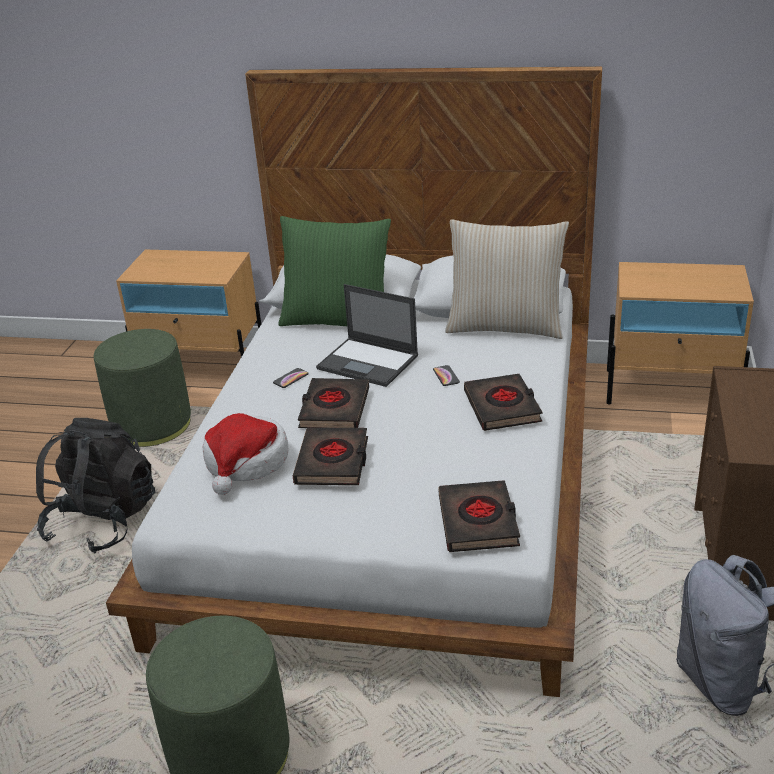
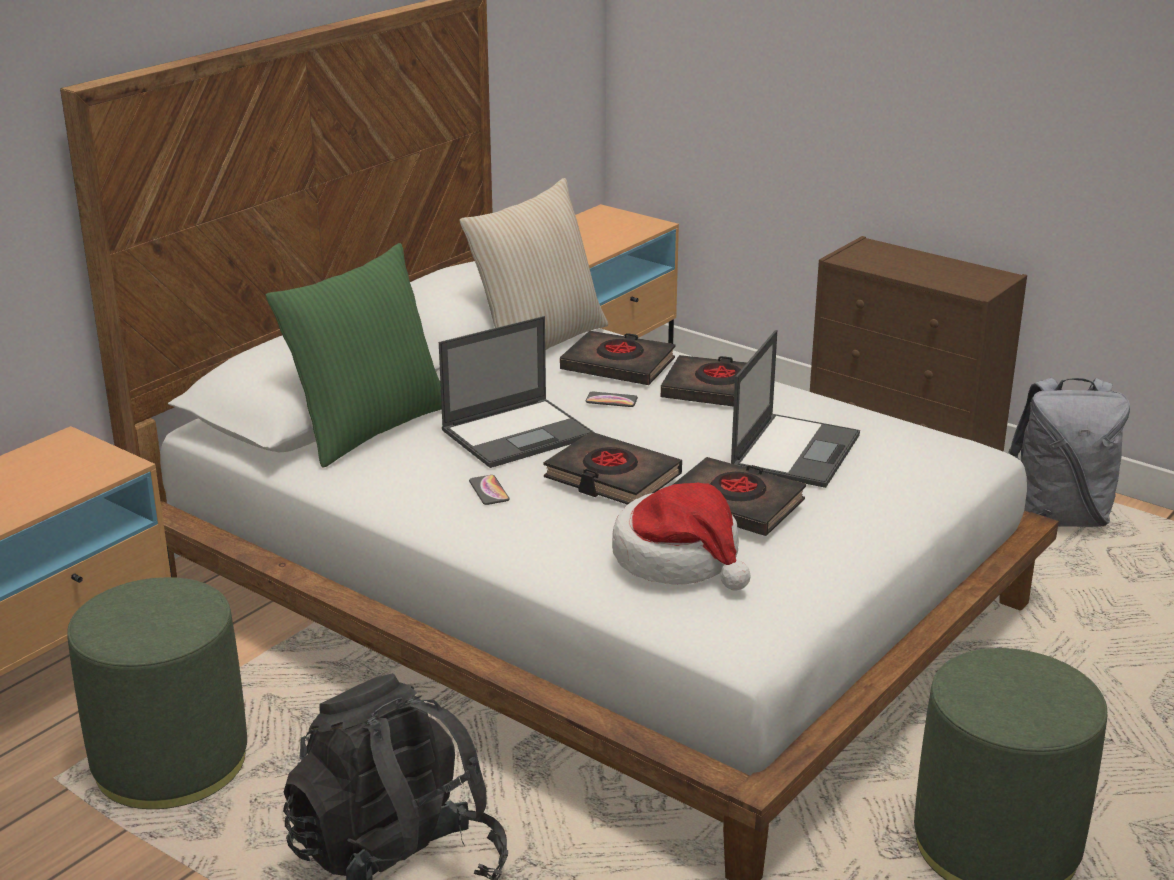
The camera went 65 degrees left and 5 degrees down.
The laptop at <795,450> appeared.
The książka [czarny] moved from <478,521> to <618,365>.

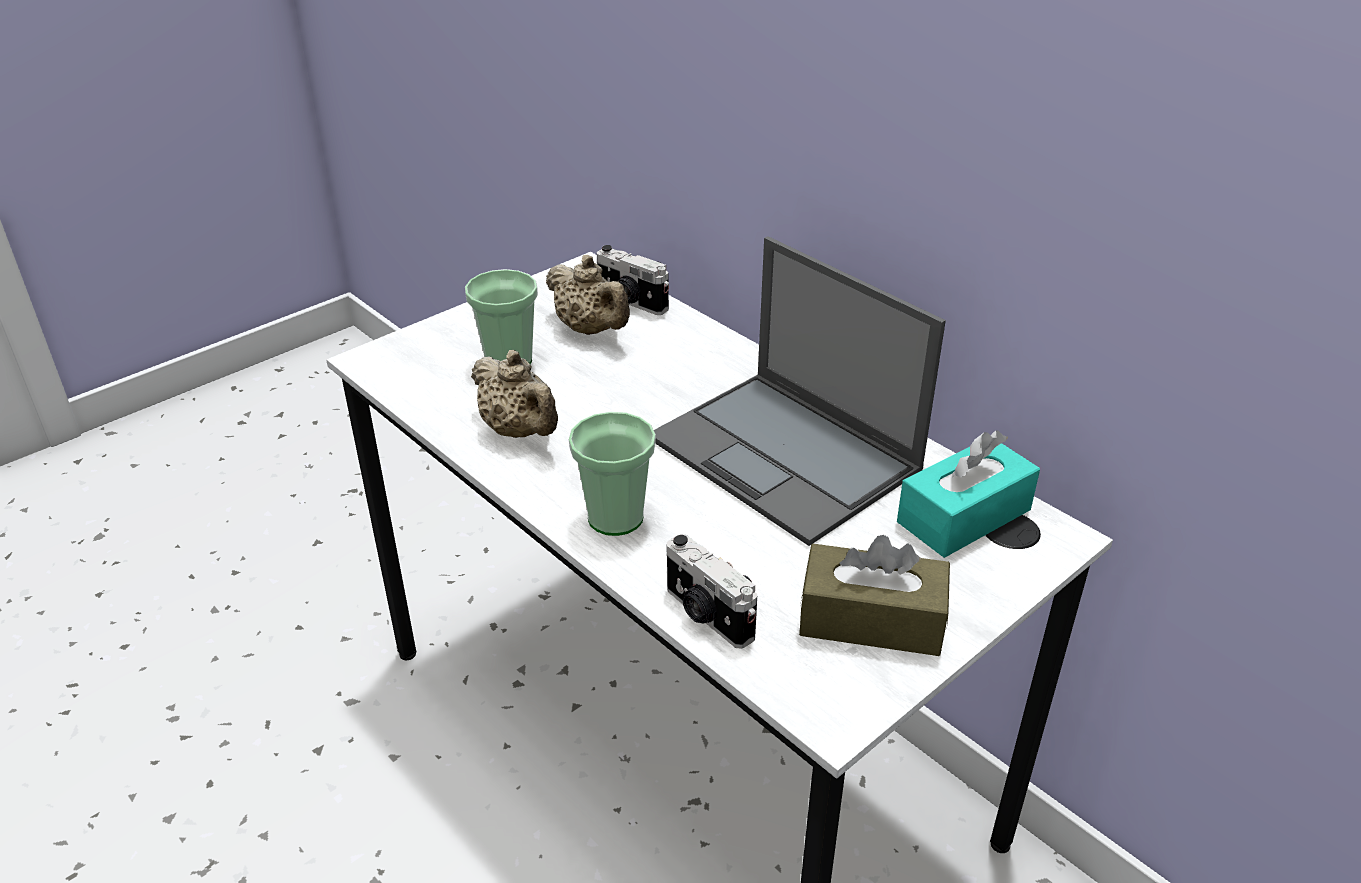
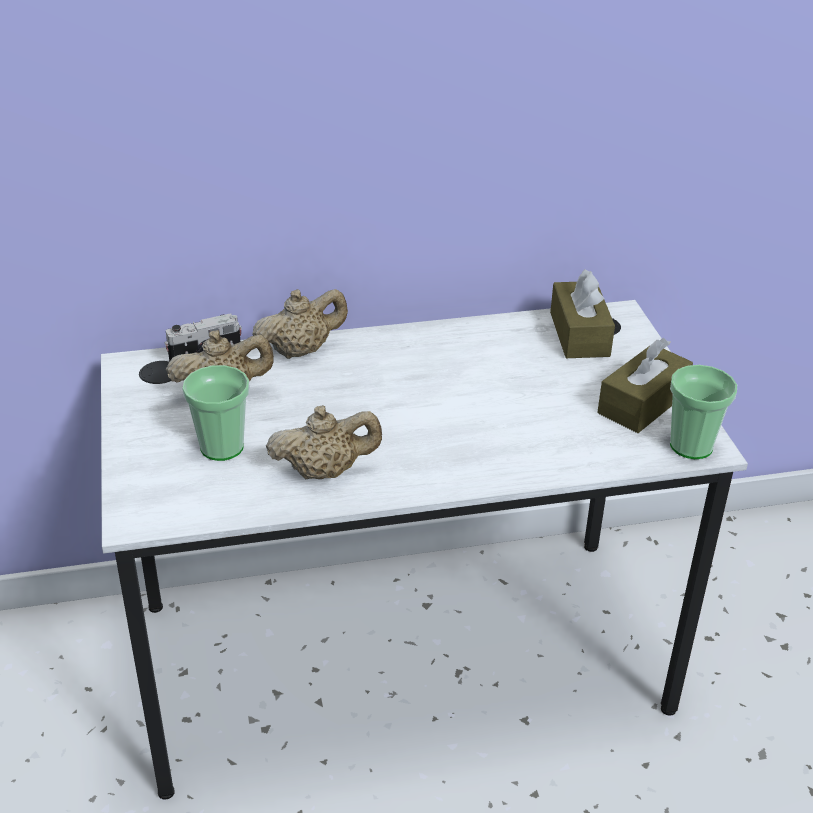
The camera went 60 degrees left and 0 degrees up.
The laptop at <786,455> disappeared.
The aparat fotograficzny at <707,615> disappeared.
The imbryk [beżowy] at <301,351> appeared.
The filiżanka moved from <615,517> to <691,446>.
The pudełko chusteczek [turkusowy] at <963,516> became the pudełko chusteczek [brązowy] at <579,334>.

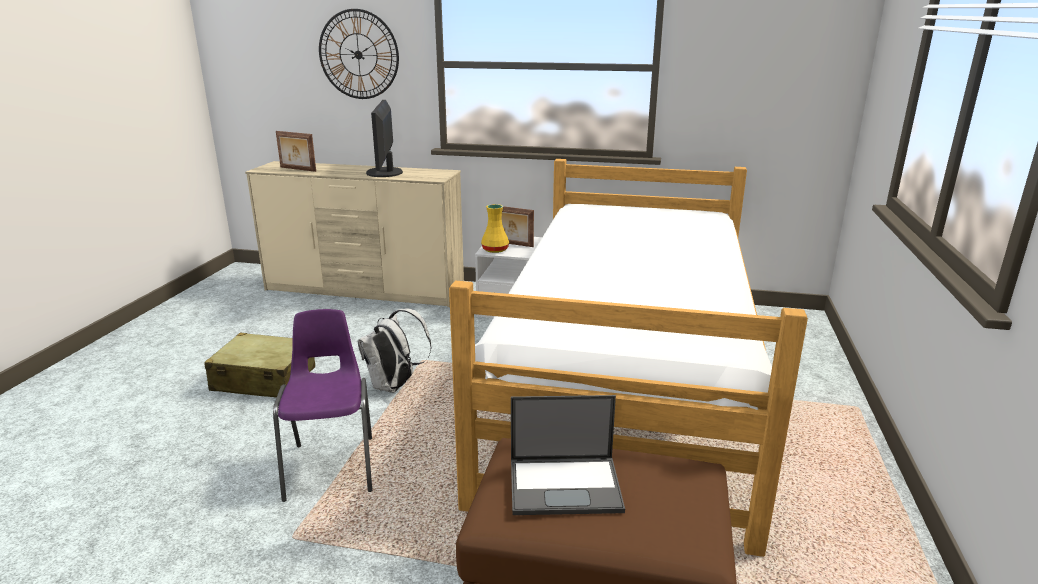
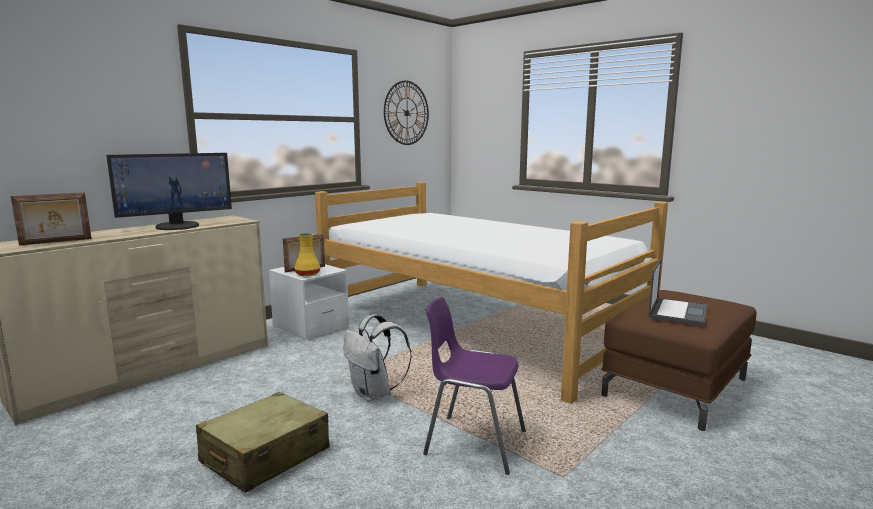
The camera went 60 degrees left and 10 degrees down.
The zegar ścienny moved from <358,54> to <406,113>.
The monitor at <385,173> turned 60 degrees counterclockwise.

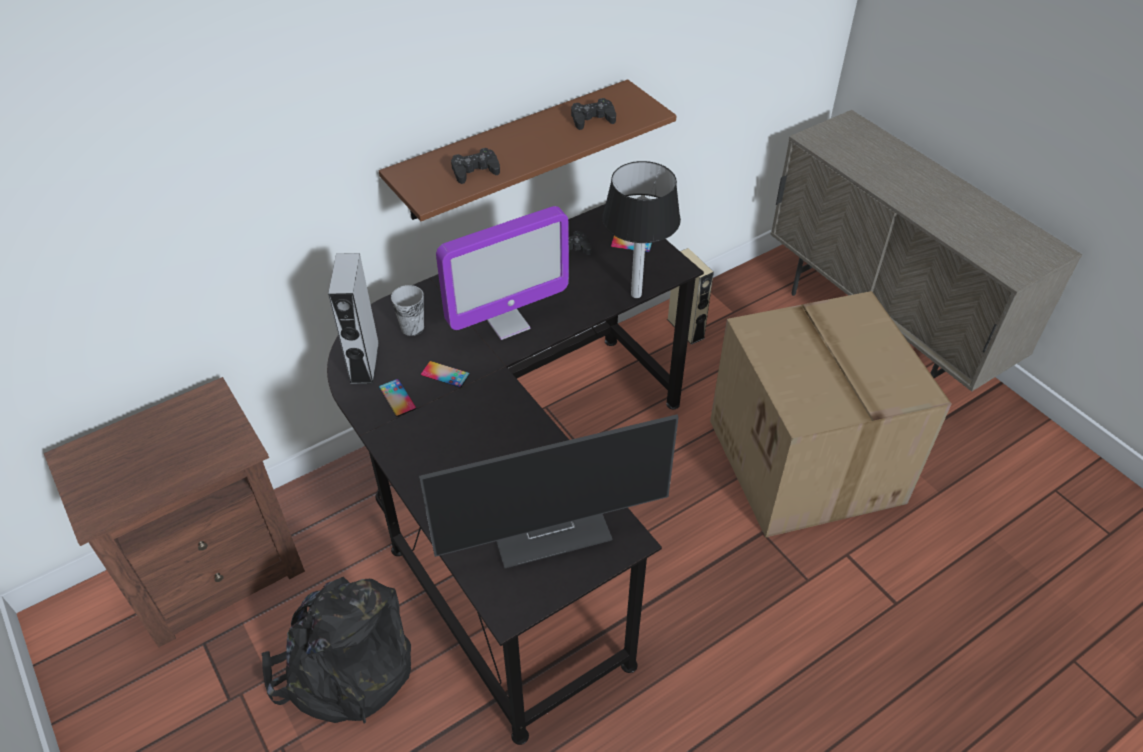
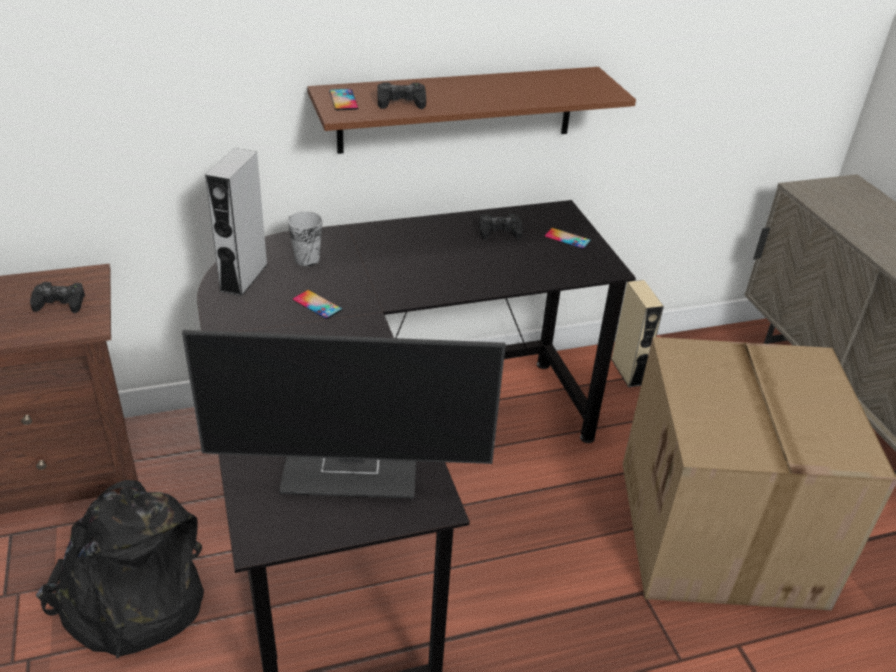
The camera went 15 degrees right and 10 degrees down.
The monitor at <507,323> disappeared.
The lampa stołowa at <637,294> disappeared.
The telefon moved from <397,398> to <343,100>.
The pad do gier [czarny] moved from <592,119> to <60,303>.

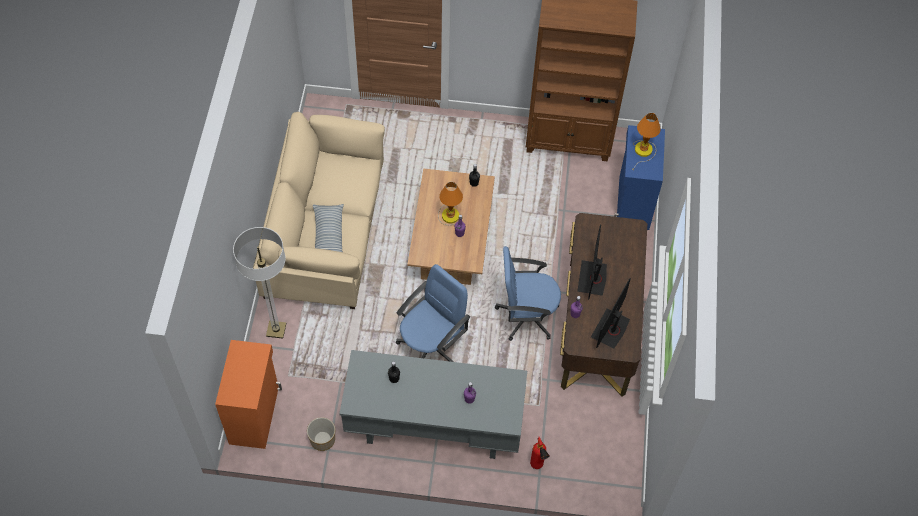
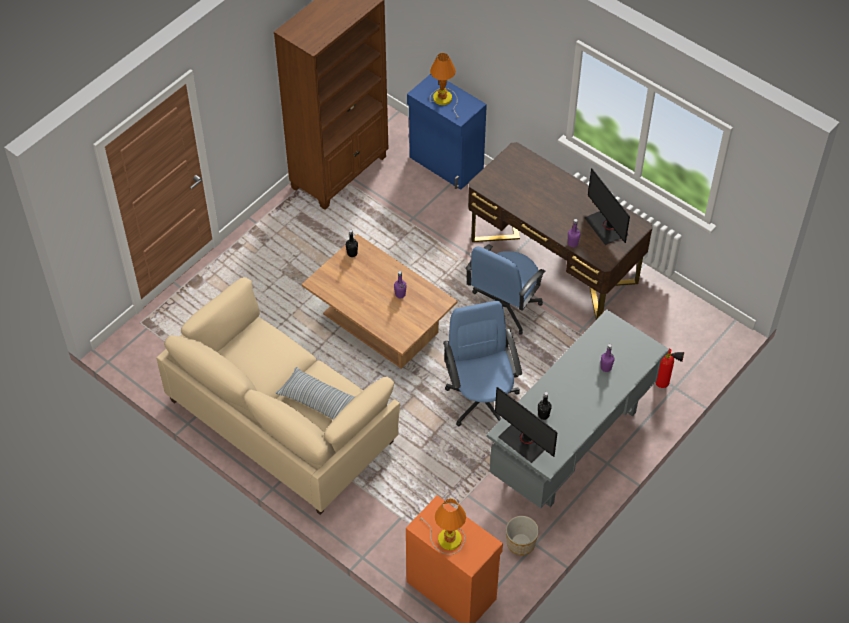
The camera went 55 degrees left and 5 degrees down.
The lampa stojąca at <276,330> disappeared.
The lampa stołowa moved from <449,214> to <446,539>.
The monitor moved from <592,278> to <525,440>.

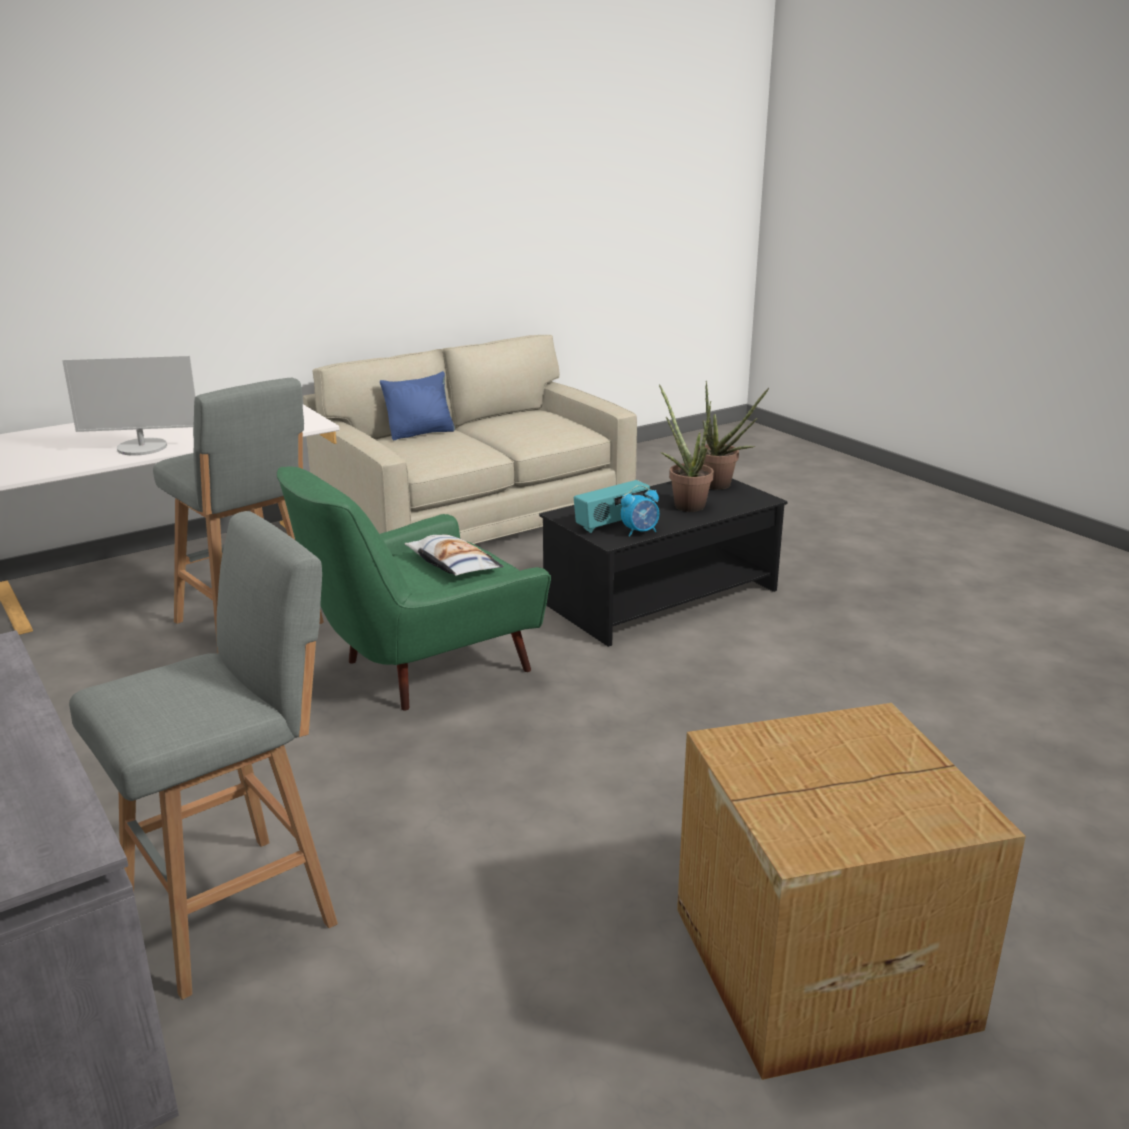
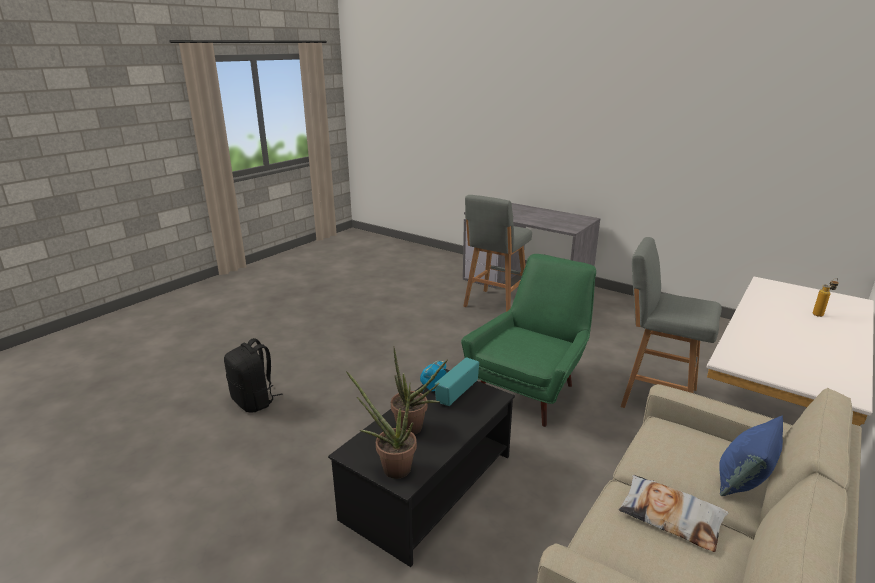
The camera went 160 degrees right and 0 degrees up.
The monitor at <142,448> disappeared.
The karton at <815,964> disappeared.
The plecak [czarny] at <254,401> appeared.
The butelka at <820,314> appeared.
The poduszka moved from <452,564> to <671,516>.

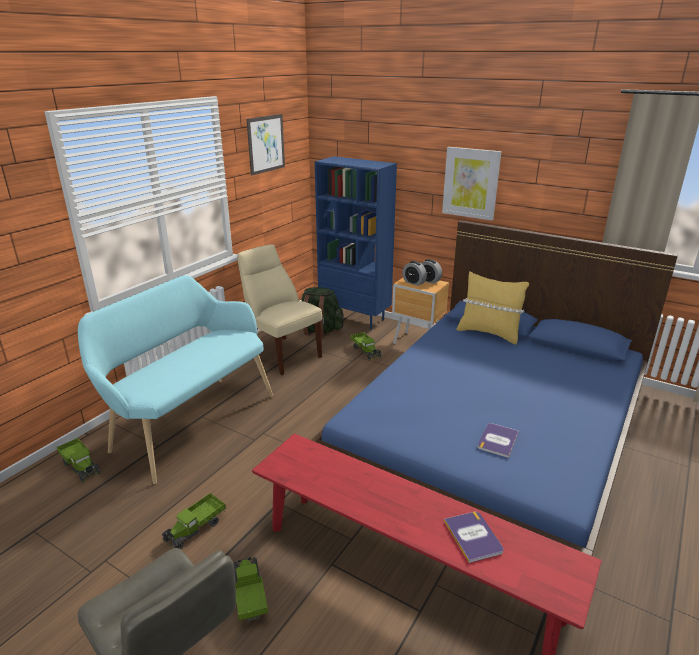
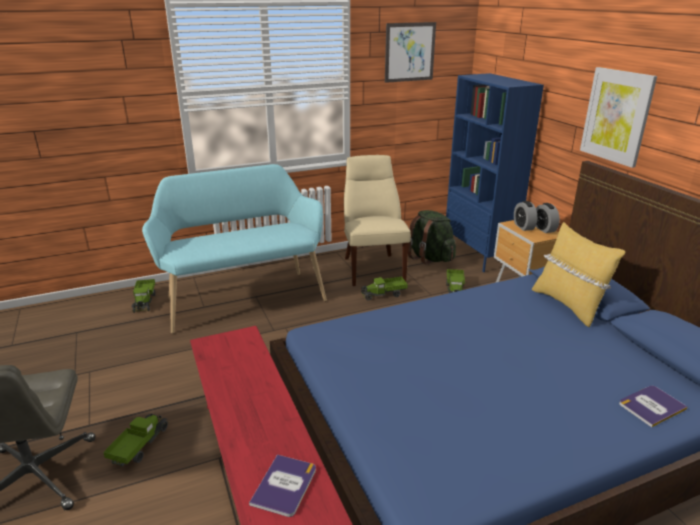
The camera went 35 degrees right and 0 degrees up.
The ciężarówka zabawkowa moved from <196,528> to <384,294>.
The książka moved from <497,440> to <651,406>.

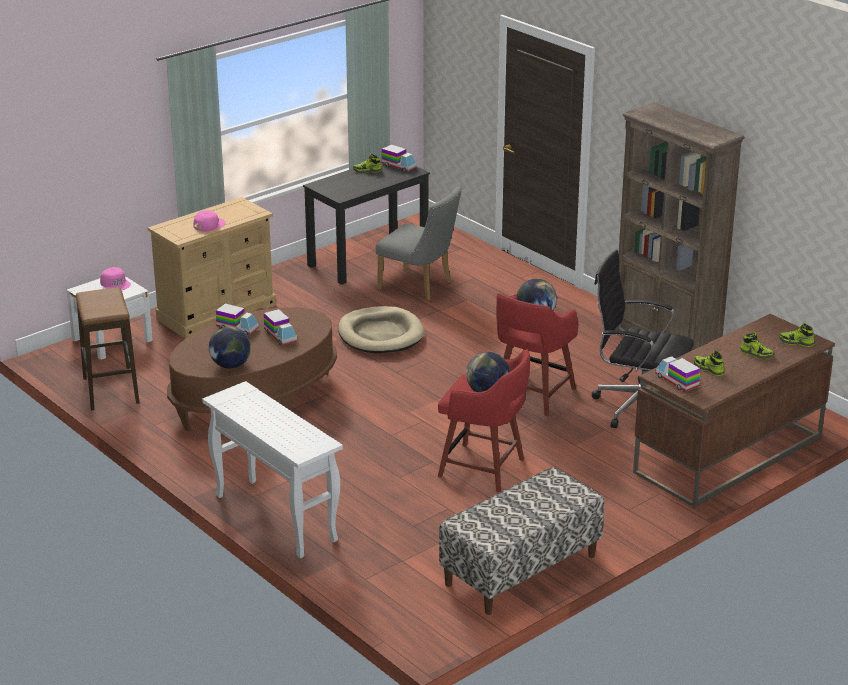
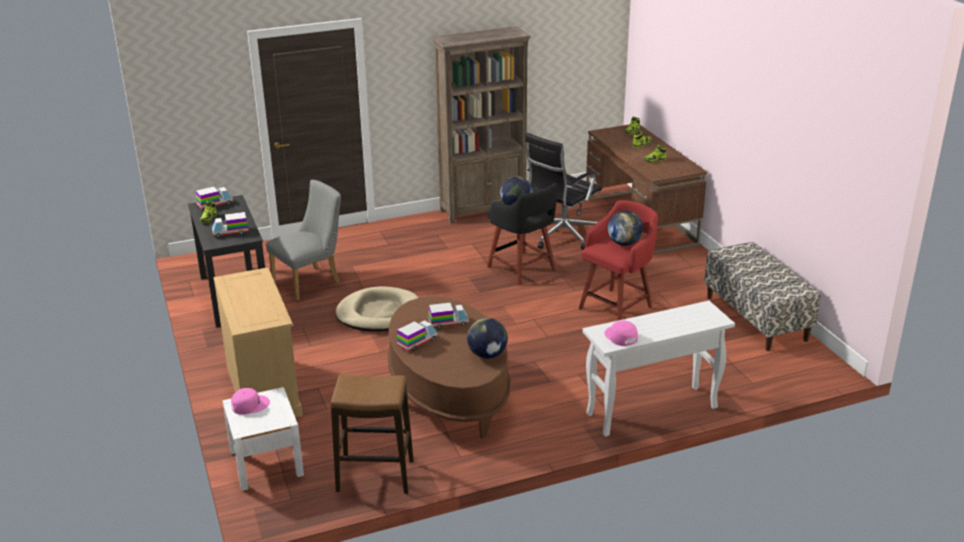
The camera went 70 degrees left and 0 degrees up.
The czapka z daszkiem [różowy] moved from <209,225> to <620,336>.
The ciężarówka zabawkowa moved from <677,381> to <230,232>.
The stołek [czerwony] at <532,395> became the stołek [czarny] at <522,269>.

